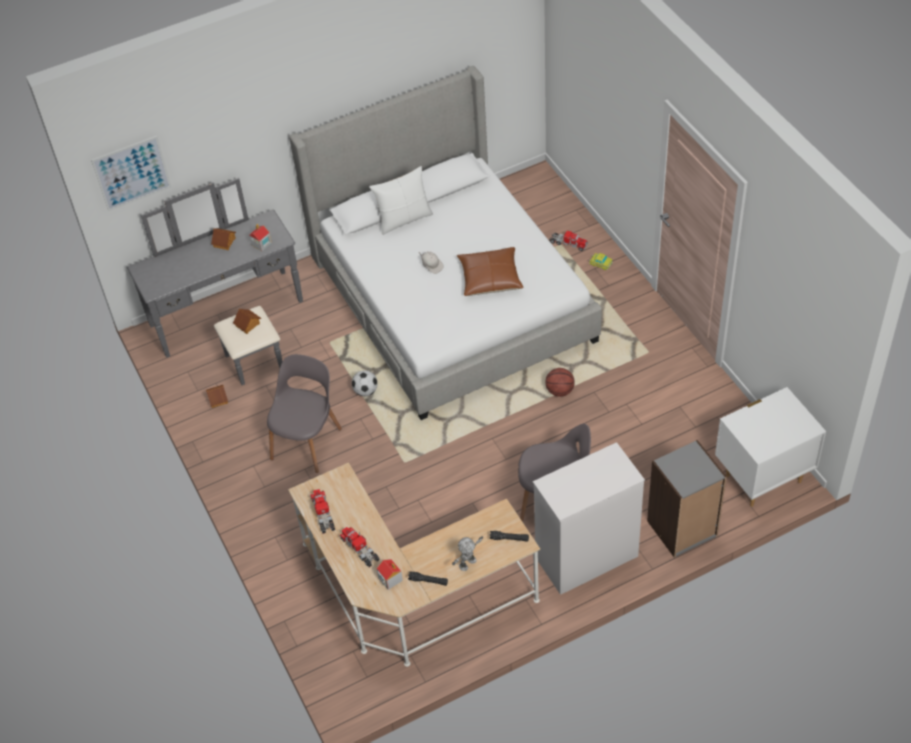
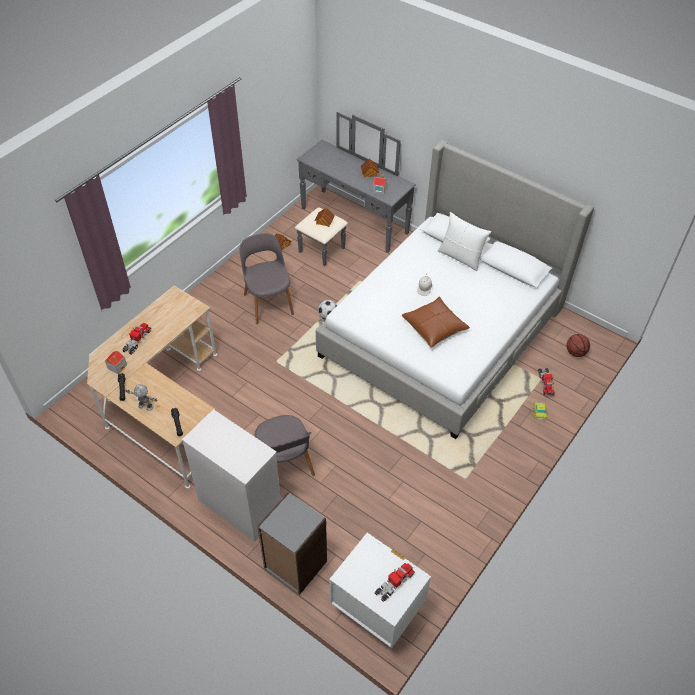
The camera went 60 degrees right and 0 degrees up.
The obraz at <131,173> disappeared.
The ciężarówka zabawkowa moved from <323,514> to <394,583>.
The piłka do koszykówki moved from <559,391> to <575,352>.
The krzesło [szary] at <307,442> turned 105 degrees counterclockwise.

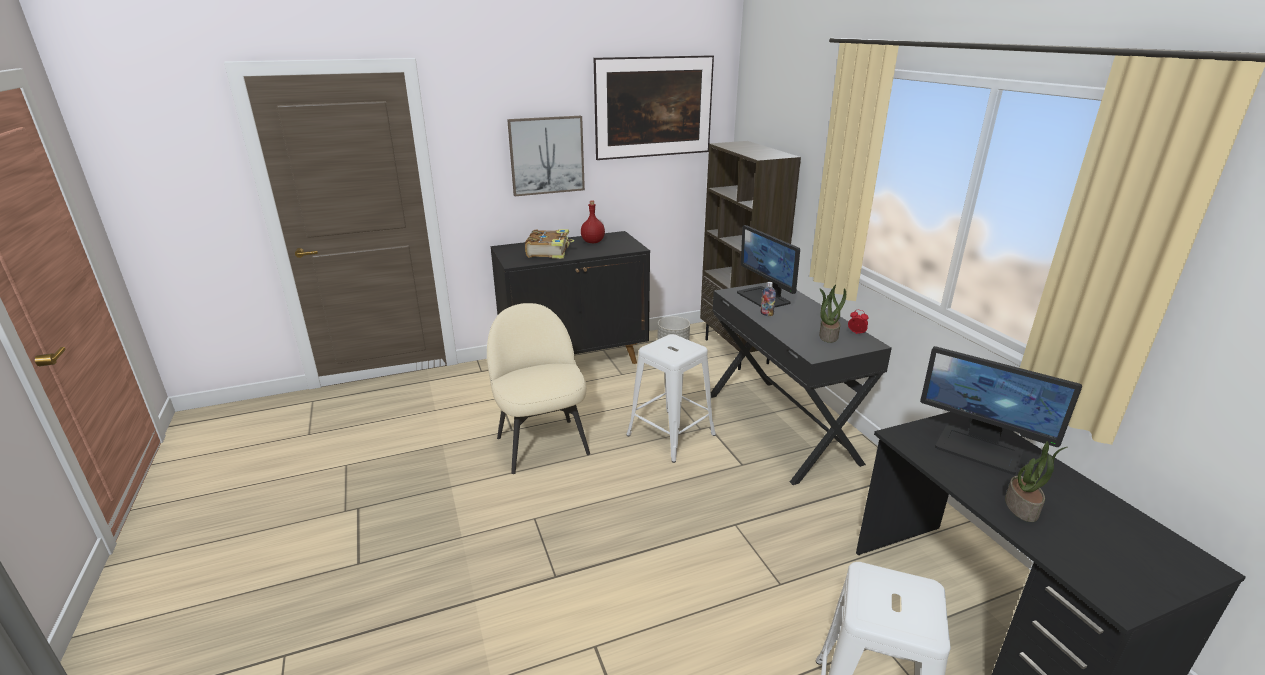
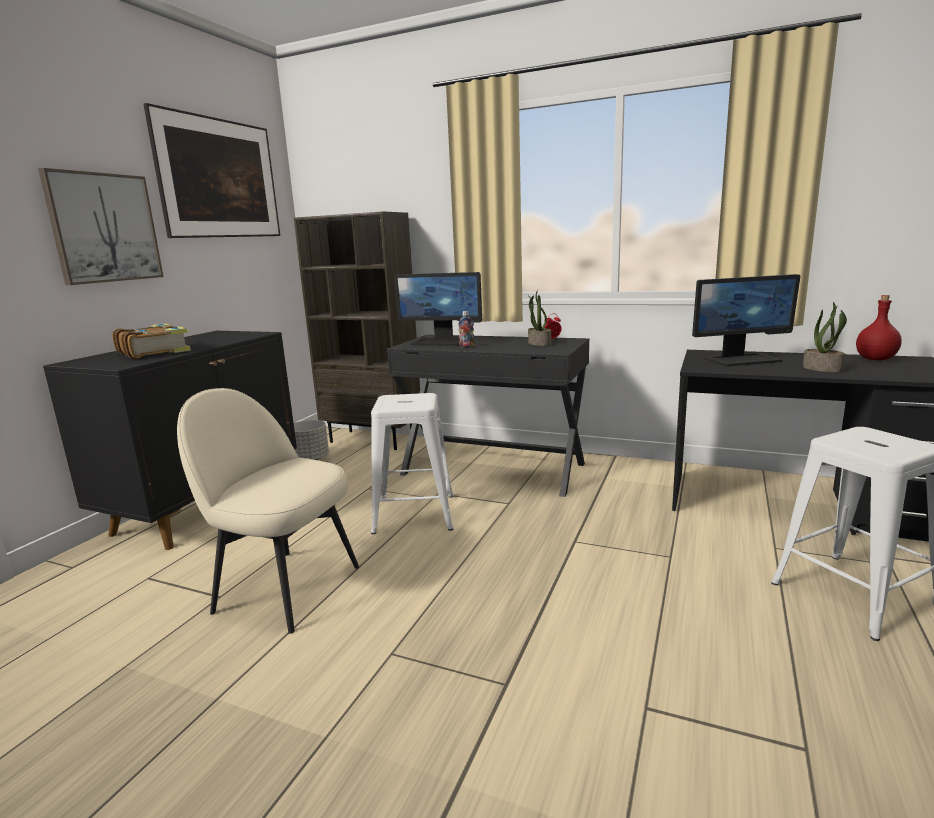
The camera went 45 degrees left and 10 degrees down.
The butelka [czerwony] moved from <593,242> to <875,359>.

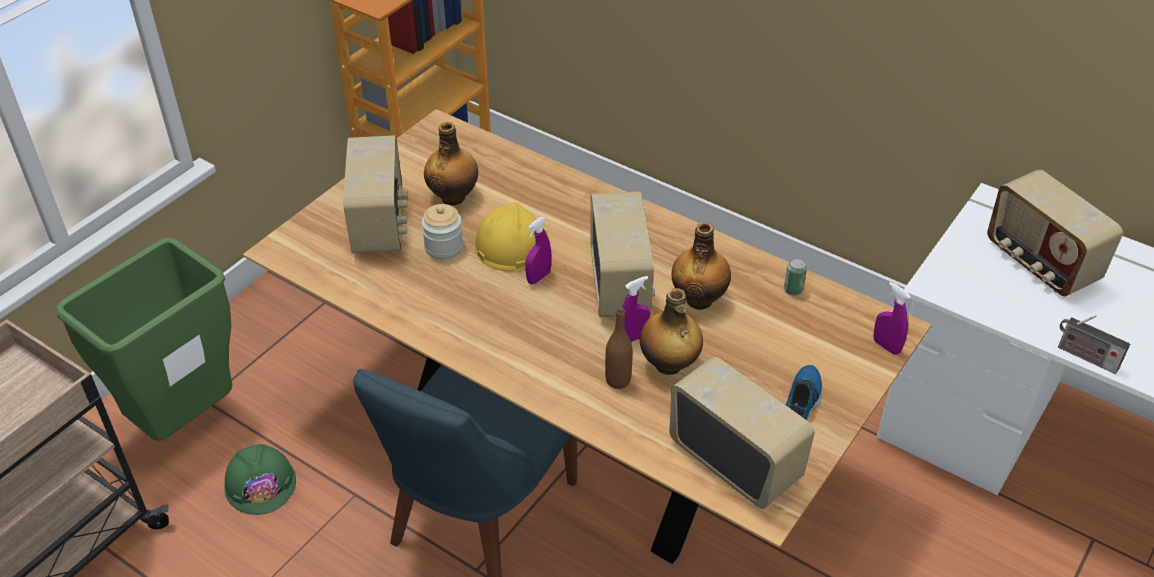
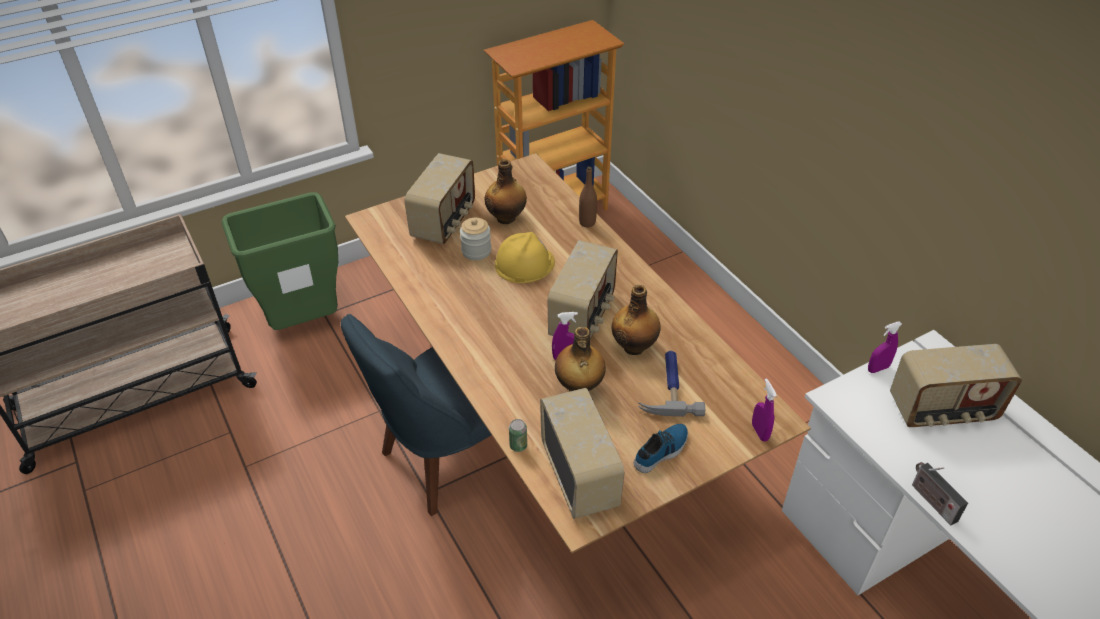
The camera went 25 degrees right and 0 degrees up.
The kask [zielony] at <260,483> disappeared.
The młotek at <668,387> appeared.
The spryskiwacz [fioletowy] moved from <538,277> to <878,368>.
The butelka [brązowy] moved from <618,380> to <587,222>.
The puszka moved from <793,290> to <518,446>.
The radio at <1039,263> turned 90 degrees counterclockwise.

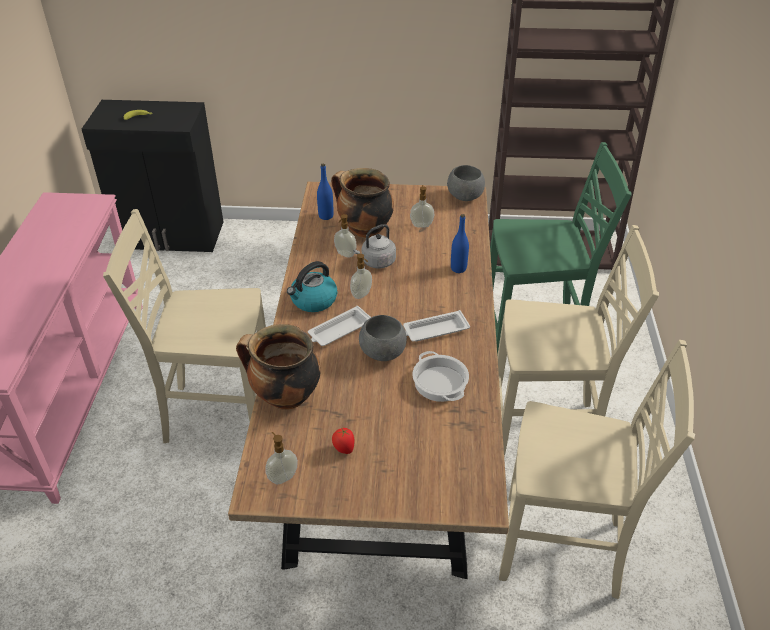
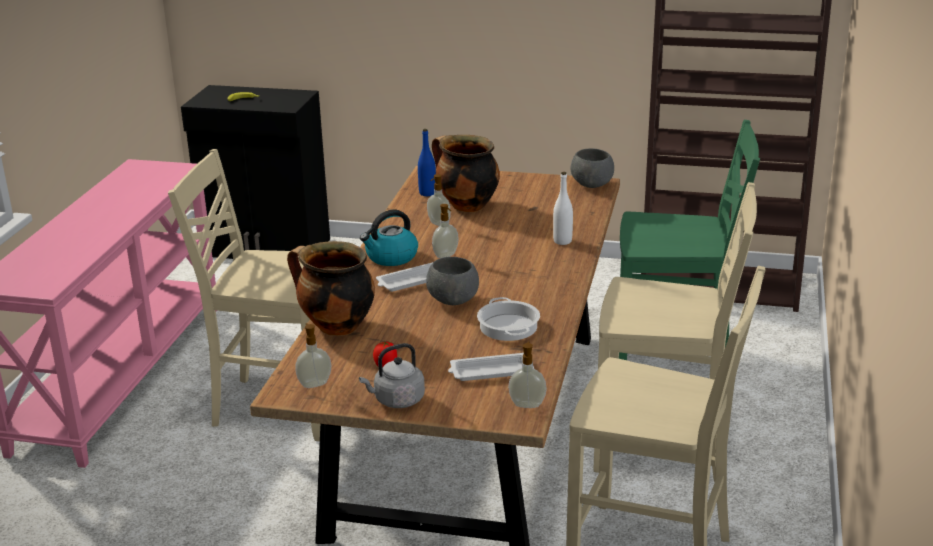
The camera went 10 degrees right and 15 degrees down.
The czajnik [szary] moved from <376,262> to <396,400>.
The taca [biały] moved from <434,330> to <490,372>.
The dozownik mydła moved from <421,225> to <527,404>.
The butelka [niebieski] at <458,268> became the butelka [biały] at <562,241>.

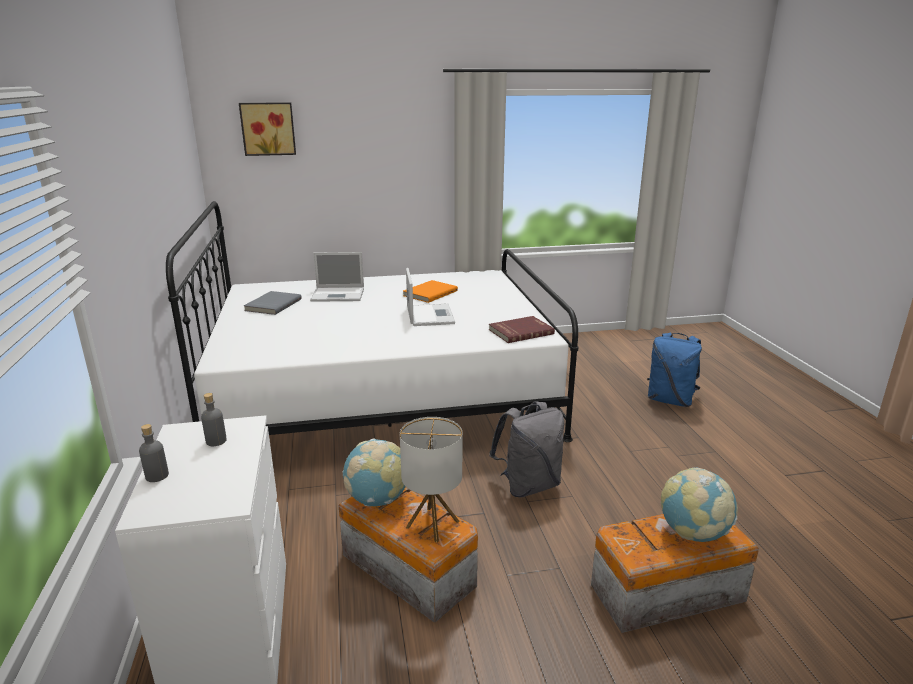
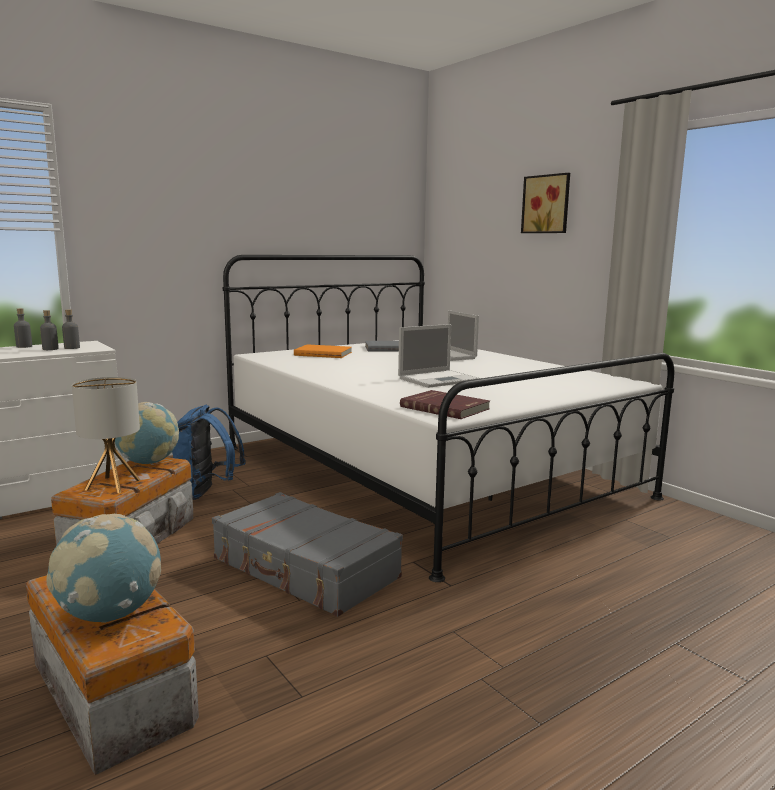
The camera went 65 degrees right and 10 degrees down.
The butelka [szary] at <50,349> appeared.
The obraz moved from <268,129> to <547,204>.
The książka [pomarańczowy] moved from <429,293> to <323,353>.
The plecak [niebieski] moved from <670,400> to <205,493>.
The plecak [szary] at <528,485> was replaced by the walizka [szary] at <304,569>.

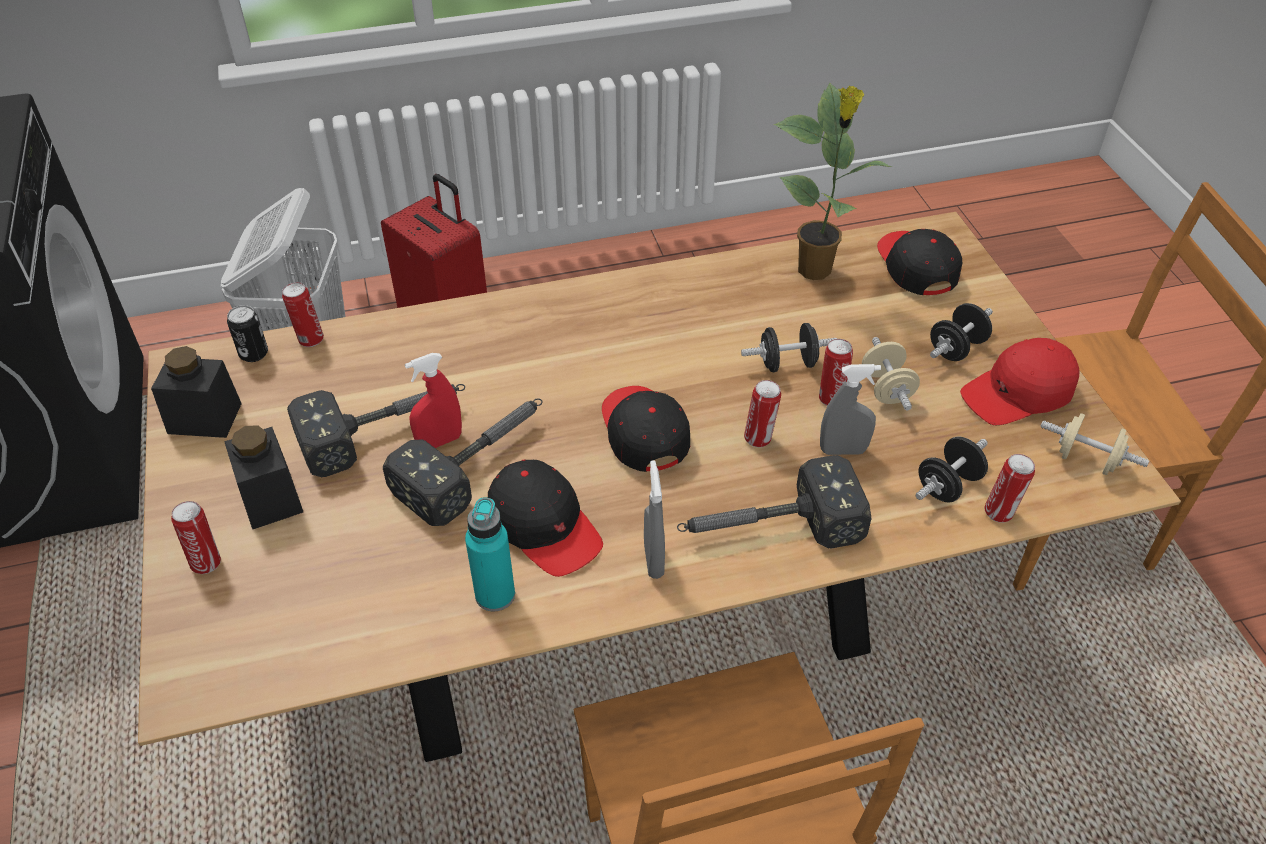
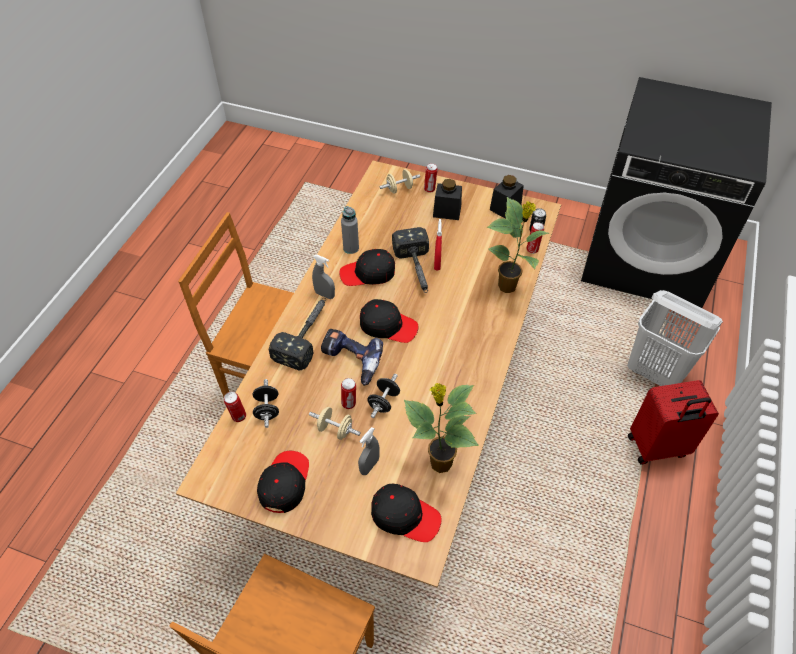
The camera went 125 degrees right and 5 degrees up.
The młotek at <387,428> disappeared.
The hantel [czarny] at <956,348> disappeared.
The roślina doniczkowa at <508,286> appeared.
The spryskiwacz [szary] moved from <843,450> to <369,466>.
The hantel [beżowy] moved from <1086,460> to <399,189>.
The puszka at <759,438> was replaced by the wiertarka at <350,362>.
The butelka [turkusowy] at <495,595> became the butelka [szary] at <351,248>.
The czapka z daszkiem [czerwony] at <1018,393> became the czapka z daszkiem [czarny] at <284,483>.

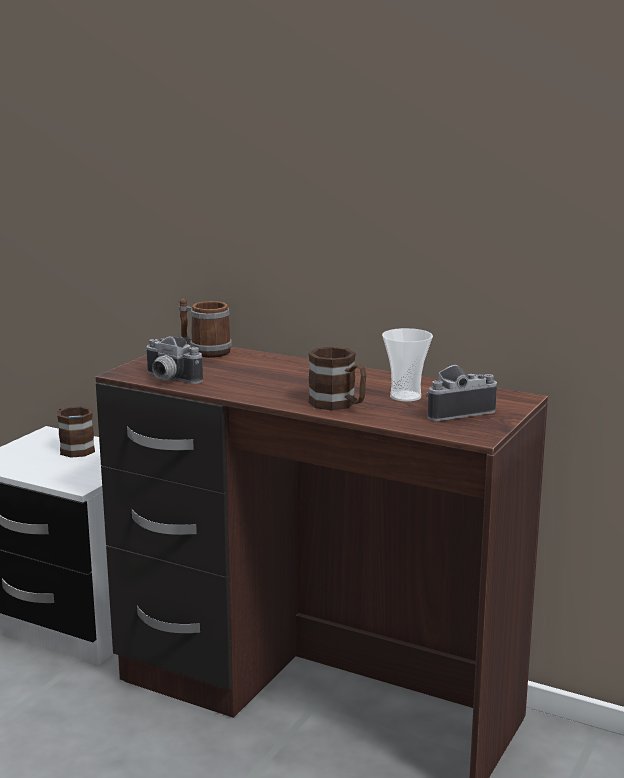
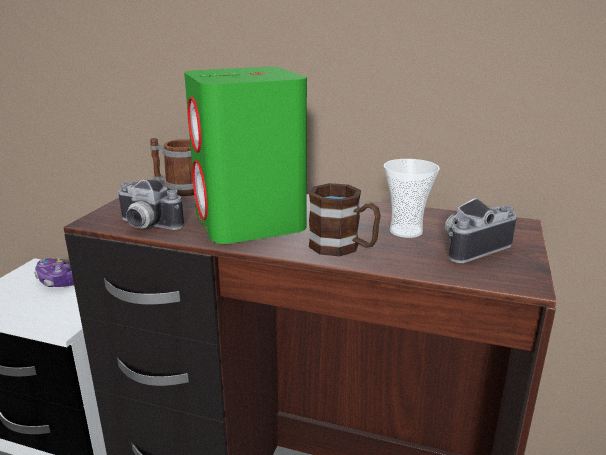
The camera went 10 degrees left and 5 degrees up.
The głośnik [zielony] at <250,223> appeared.
The kubek [brązowy] at <74,448> was replaced by the pad do gier at <59,281>.

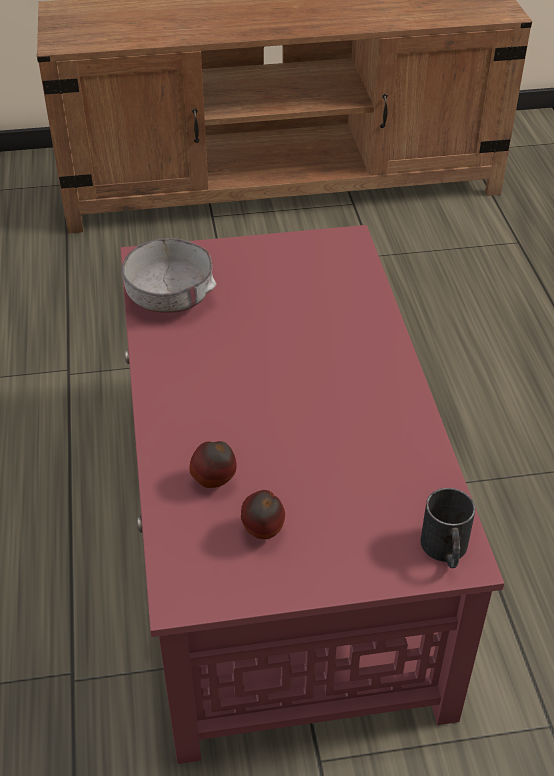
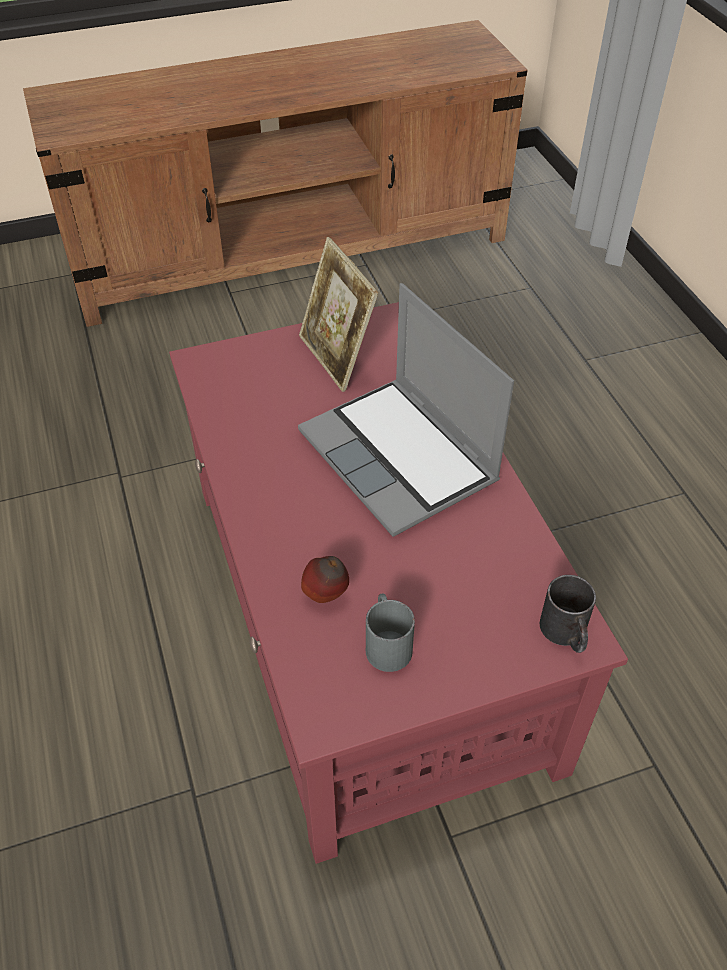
The camera went 10 degrees left and 5 degrees up.
The miska [szary] at <169,297> disappeared.
The laptop at <401,458> appeared.
The ramka na zdjęcie at <337,358> appeared.
The jabłko at <263,533> was replaced by the kubek [szary] at <386,642>.

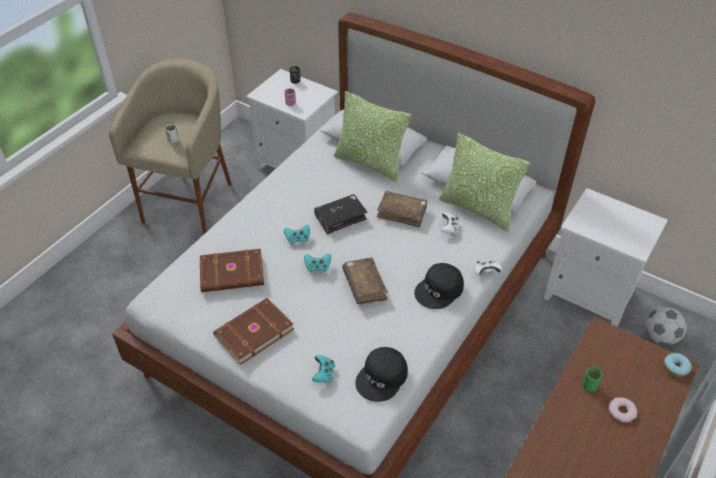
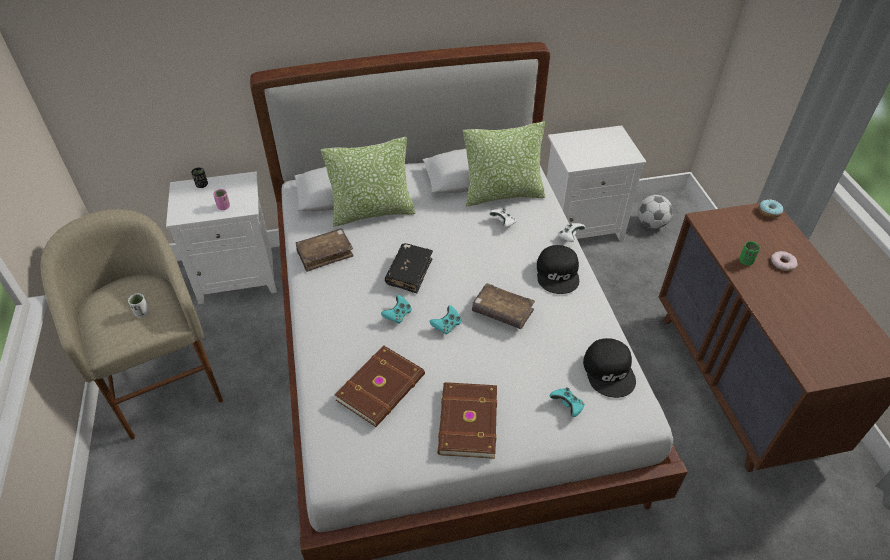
The camera went 45 degrees left and 0 degrees up.
The książka [brązowy] moved from <402,213> to <325,254>.

